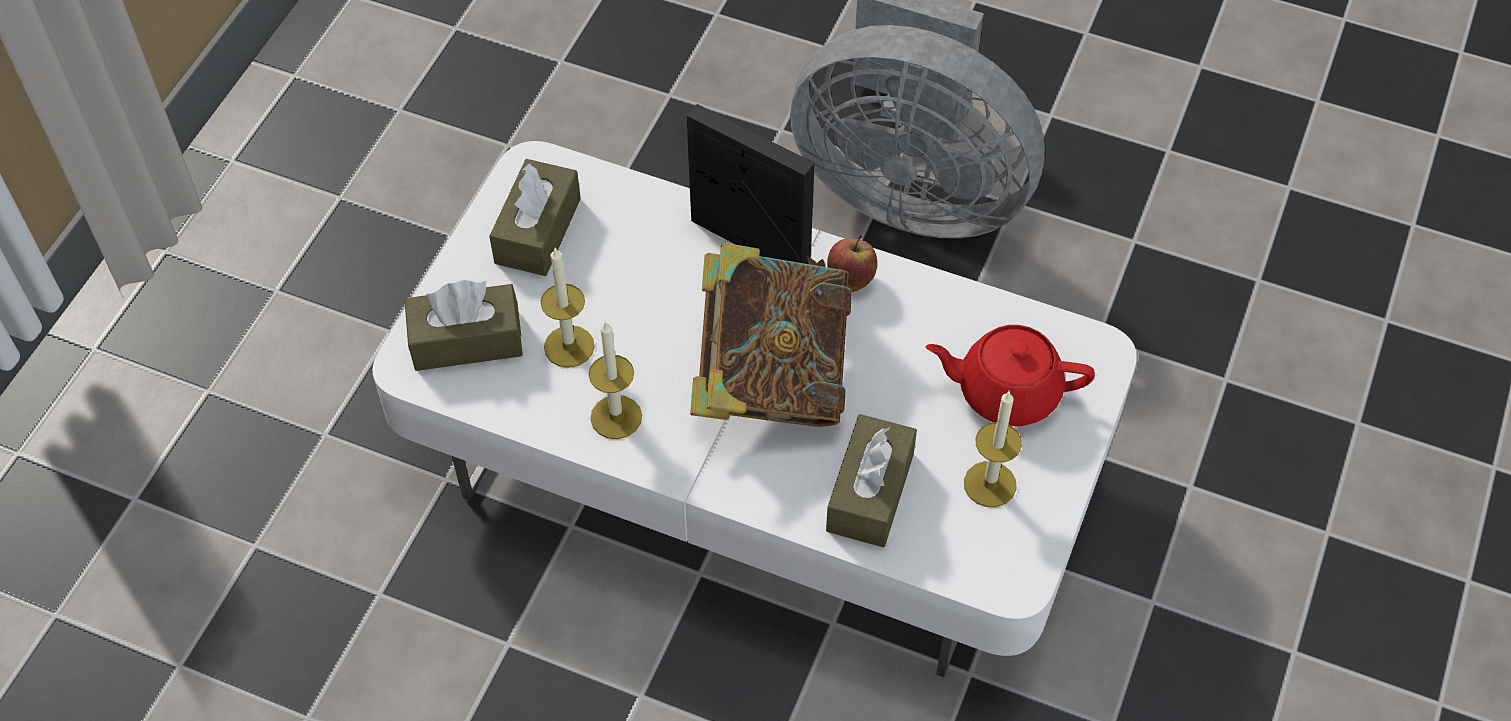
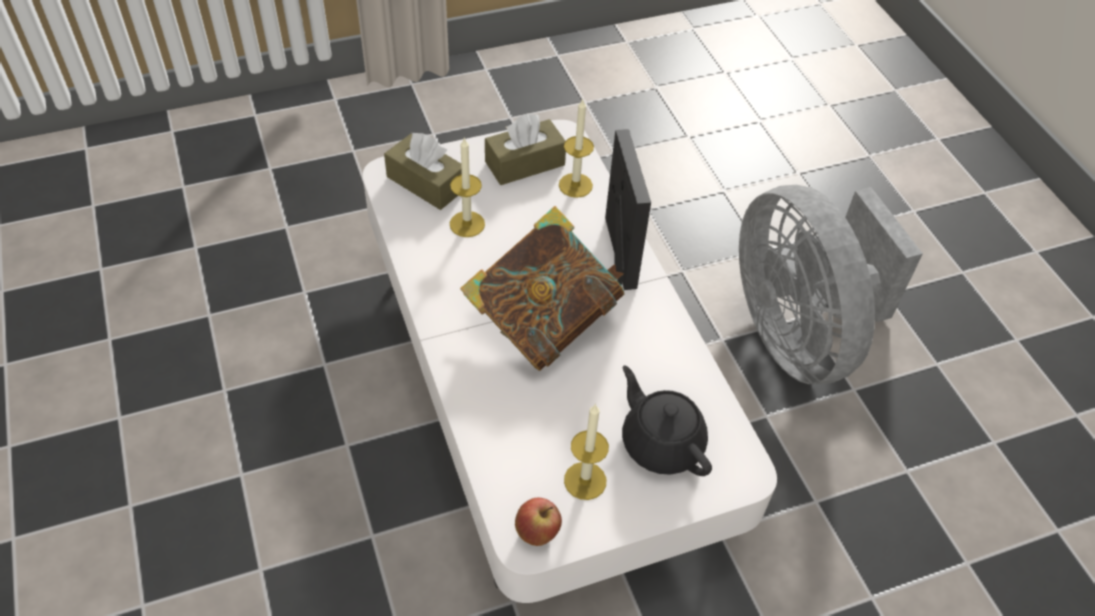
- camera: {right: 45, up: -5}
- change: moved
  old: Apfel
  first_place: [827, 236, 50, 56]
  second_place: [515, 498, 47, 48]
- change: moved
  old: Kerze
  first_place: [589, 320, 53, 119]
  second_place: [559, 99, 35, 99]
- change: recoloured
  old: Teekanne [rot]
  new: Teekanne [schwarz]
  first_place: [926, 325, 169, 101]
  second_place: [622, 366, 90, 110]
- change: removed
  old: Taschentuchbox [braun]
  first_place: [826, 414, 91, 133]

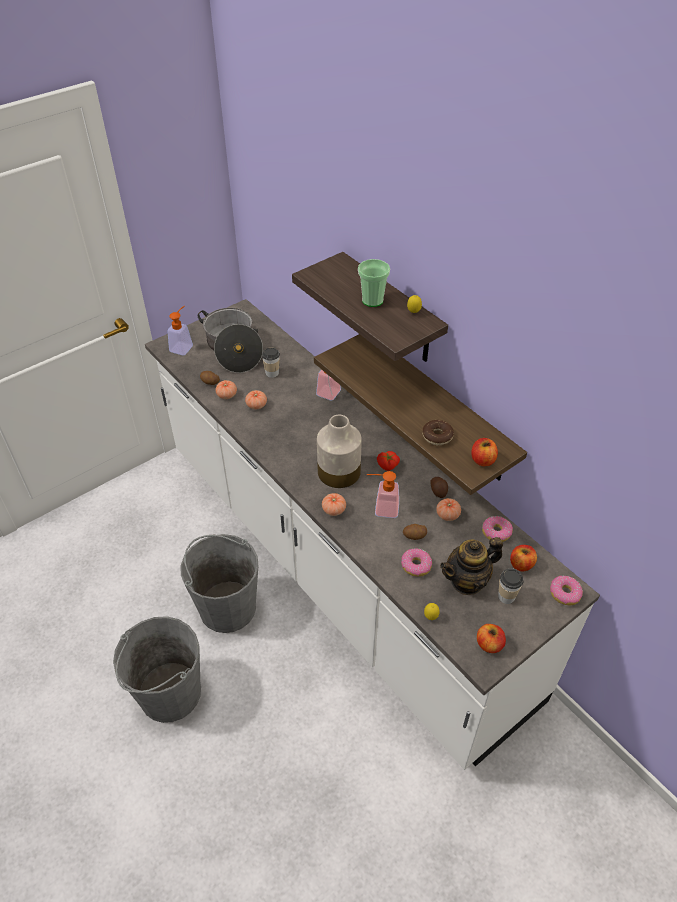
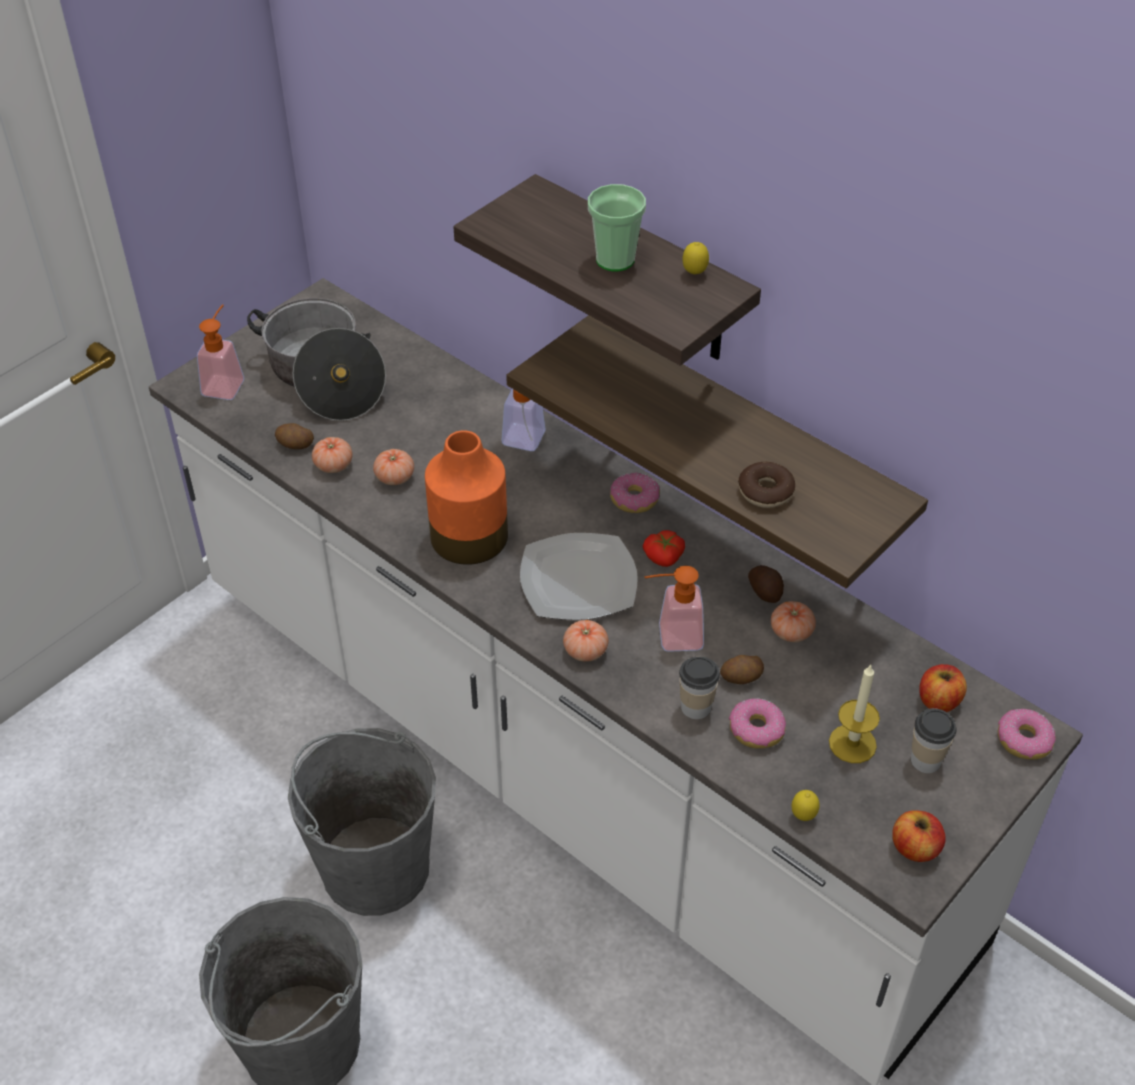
- camera: {right: -10, up: 0}
- change: moved
  old: Tasse
  first_place: [262, 347, 18, 31]
  second_place: [679, 657, 41, 62]
- change: replaced
  old: Vase [beige]
  new: Teller
  first_place: [317, 415, 45, 73]
  second_place: [520, 533, 118, 87]
- change: removed
  old: Apfel
  first_place: [471, 438, 27, 28]
- change: moved
  old: Donut
  first_place: [482, 516, 31, 26]
  second_place: [610, 473, 50, 40]
- change: replaced
  old: Teekanne
  new: Kerze
  first_place: [440, 537, 63, 58]
  second_place: [829, 665, 51, 98]
- change: added
  new: Vase [orange]
  second_place: [425, 430, 83, 135]

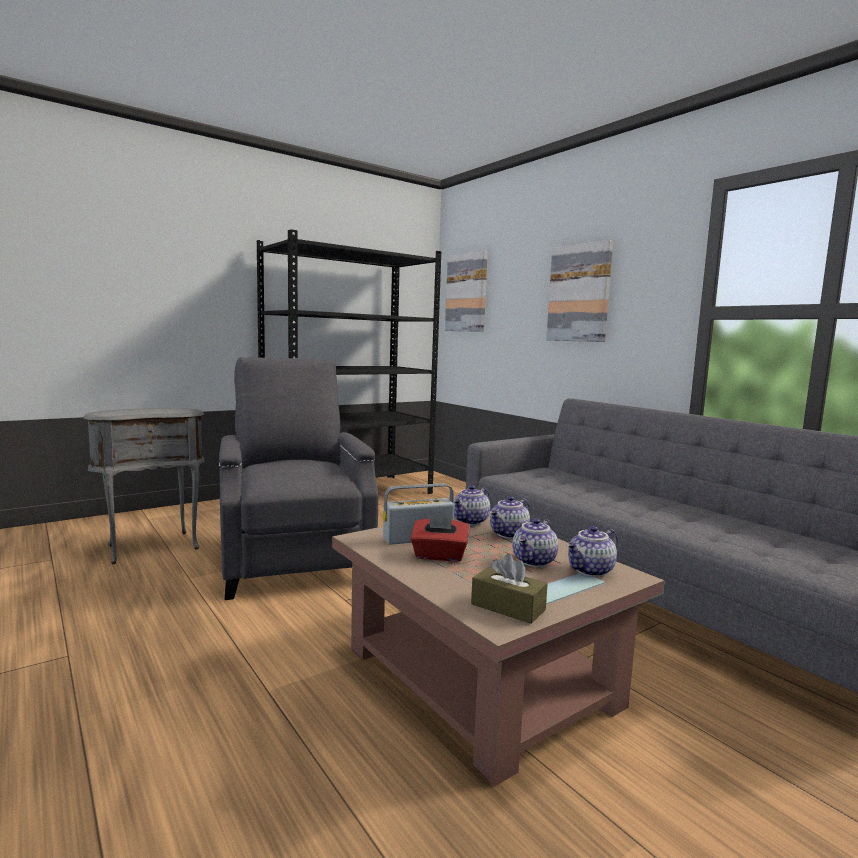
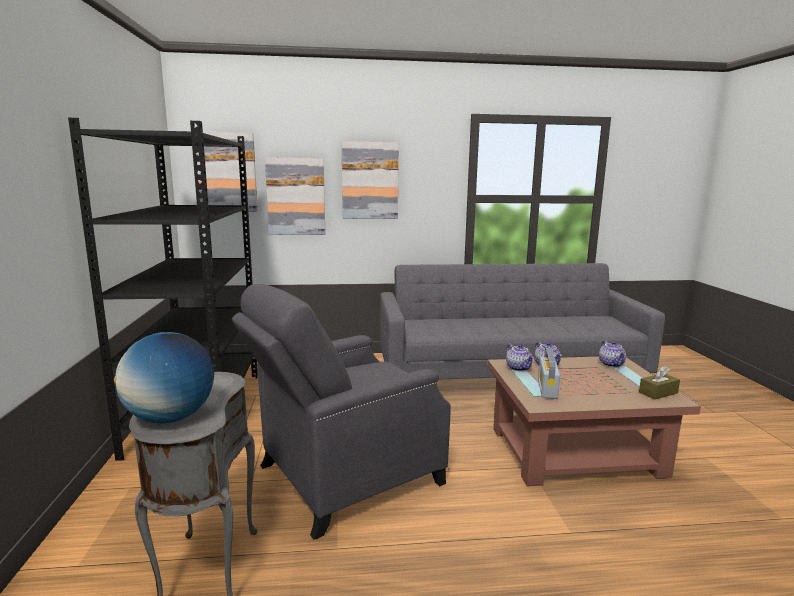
- camera: {right: -60, up: 5}
- change: turned
  old: Sessel [grau]
  first_place: [219, 357, 159, 243]
  second_place: [232, 284, 219, 256]
  degrees: -45
- change: removed
  old: Taschentuchbox [rot]
  first_place: [411, 514, 59, 48]
- change: removed
  old: Teekanne
  first_place: [512, 518, 46, 49]
- change: added
  new: Bild
  second_place: [265, 157, 60, 78]
- change: added
  new: Globus
  second_place: [114, 332, 100, 91]

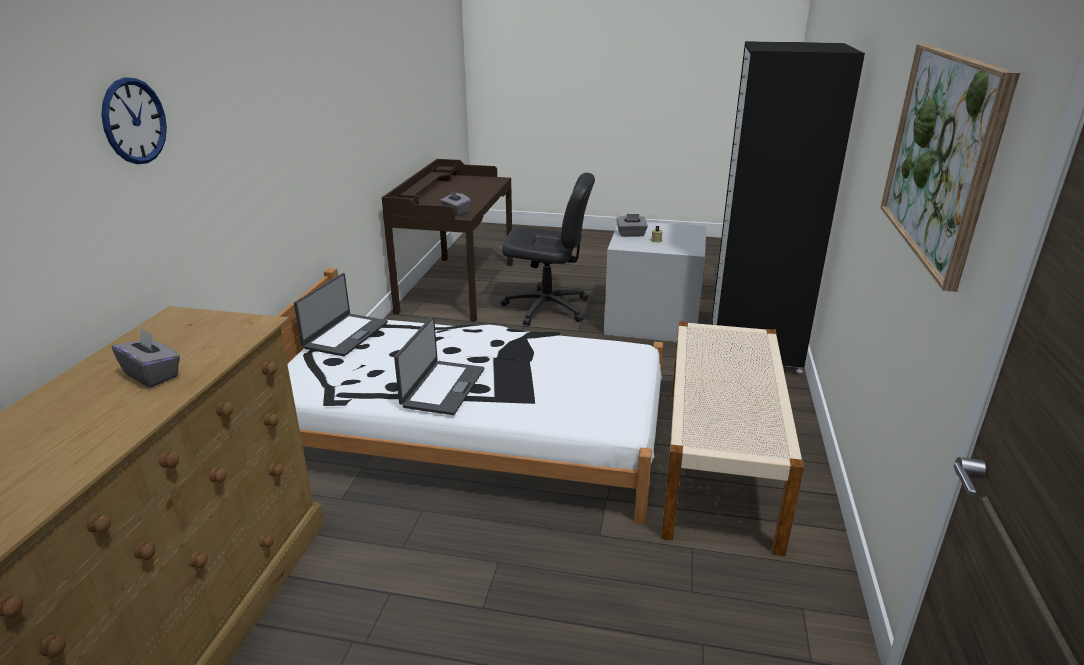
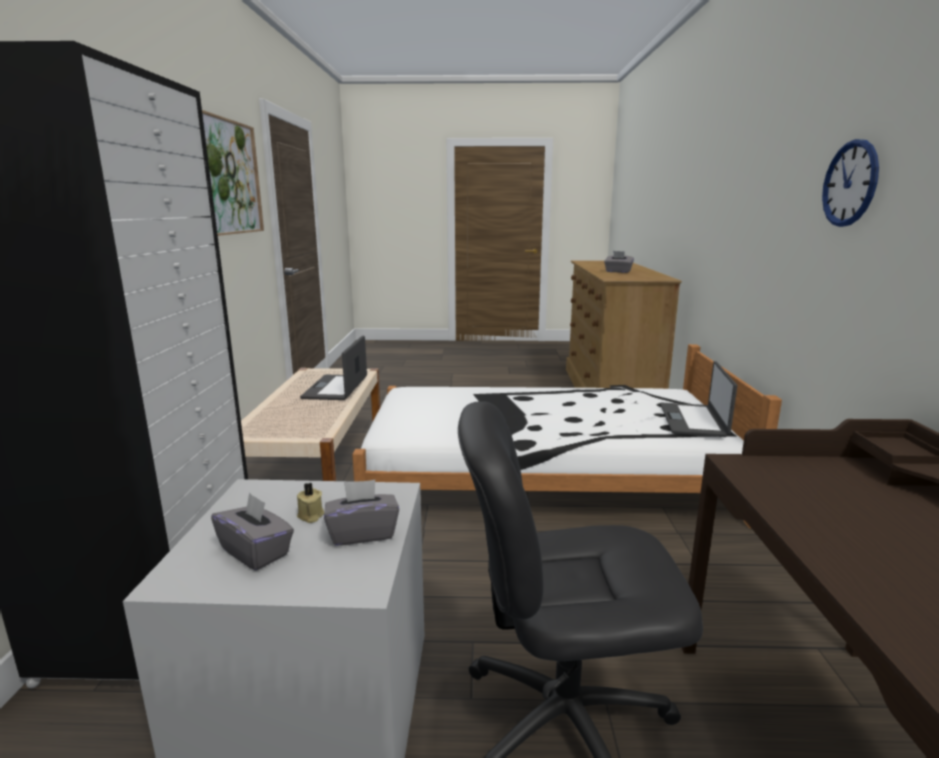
- camera: {right: 170, up: -10}
- change: moved
  old: Wanduhr
  first_place: [101, 77, 66, 87]
  second_place: [822, 139, 57, 88]
- change: moved
  old: Taschentuchbox [grau]
  first_place: [440, 190, 31, 26]
  second_place: [211, 492, 83, 79]
- change: moved
  old: Laptop
  first_place: [394, 316, 90, 99]
  second_place: [300, 336, 67, 64]

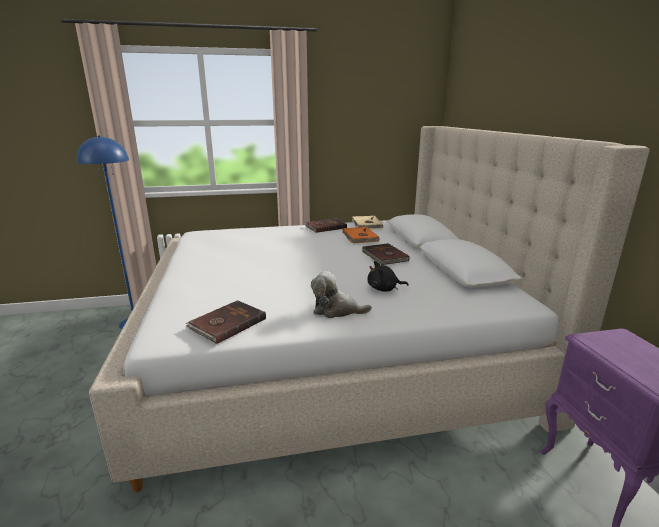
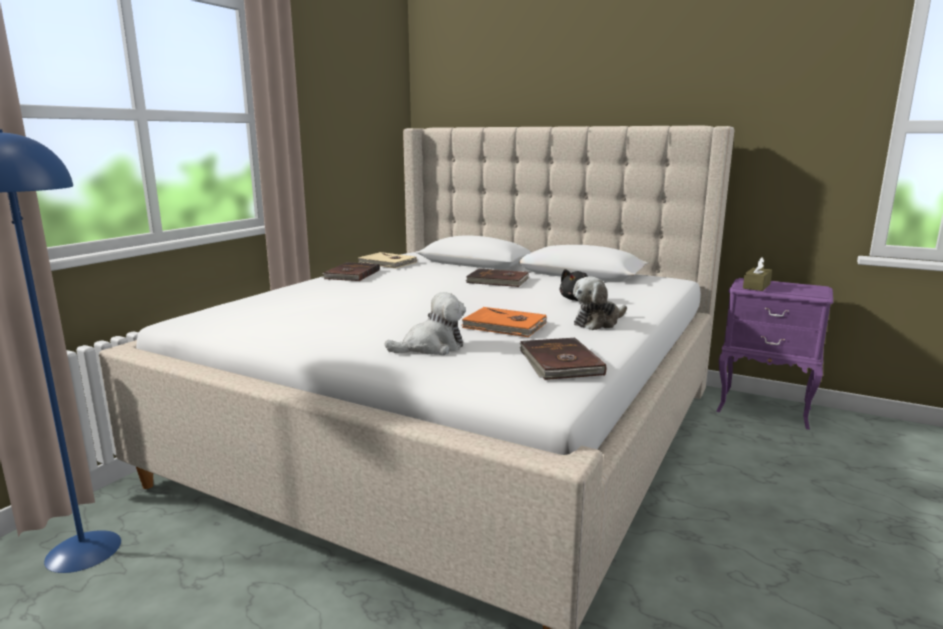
- camera: {right: -50, up: -5}
- change: moved
  old: Buch [orange]
  first_place: [342, 227, 37, 17]
  second_place: [461, 307, 86, 30]
- change: added
  new: Taschentuchbox [braun]
  second_place: [743, 257, 29, 34]
- change: added
  new: Plüschtier
  second_place: [385, 292, 81, 63]

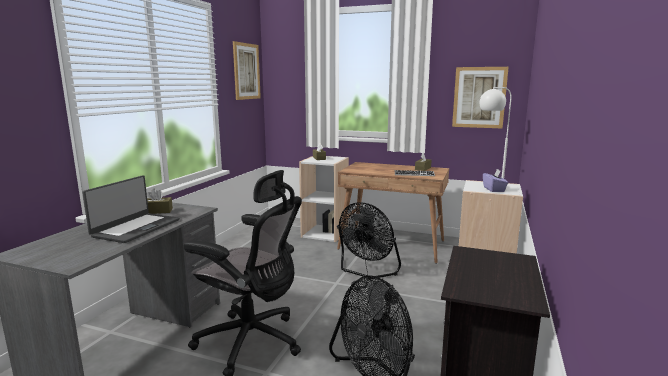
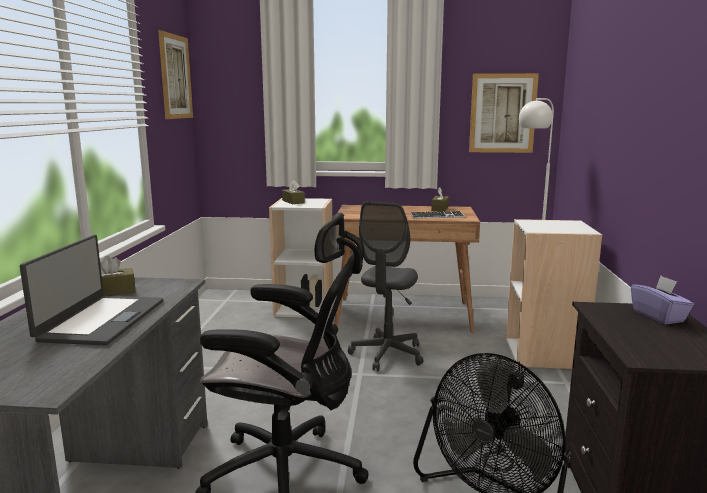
- camera: {right: -15, up: 0}
- change: moved
  old: Taschentuchbox [lila]
  first_place: [483, 169, 25, 23]
  second_place: [631, 276, 63, 48]
- change: replaced
  old: Ventilator [schwarz]
  new: Bürostuhl [grau]
  first_place: [337, 202, 64, 88]
  second_place: [348, 202, 75, 169]

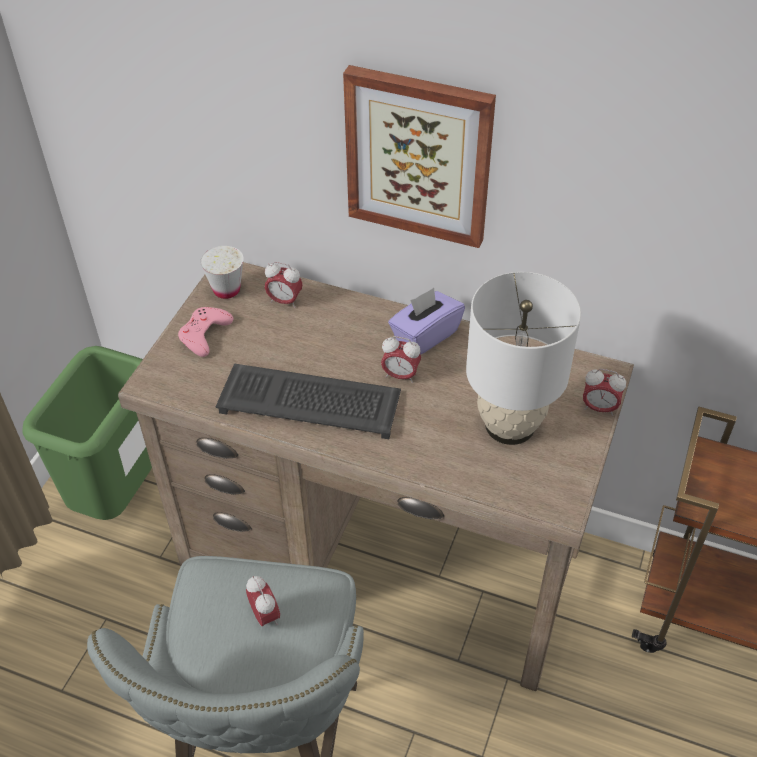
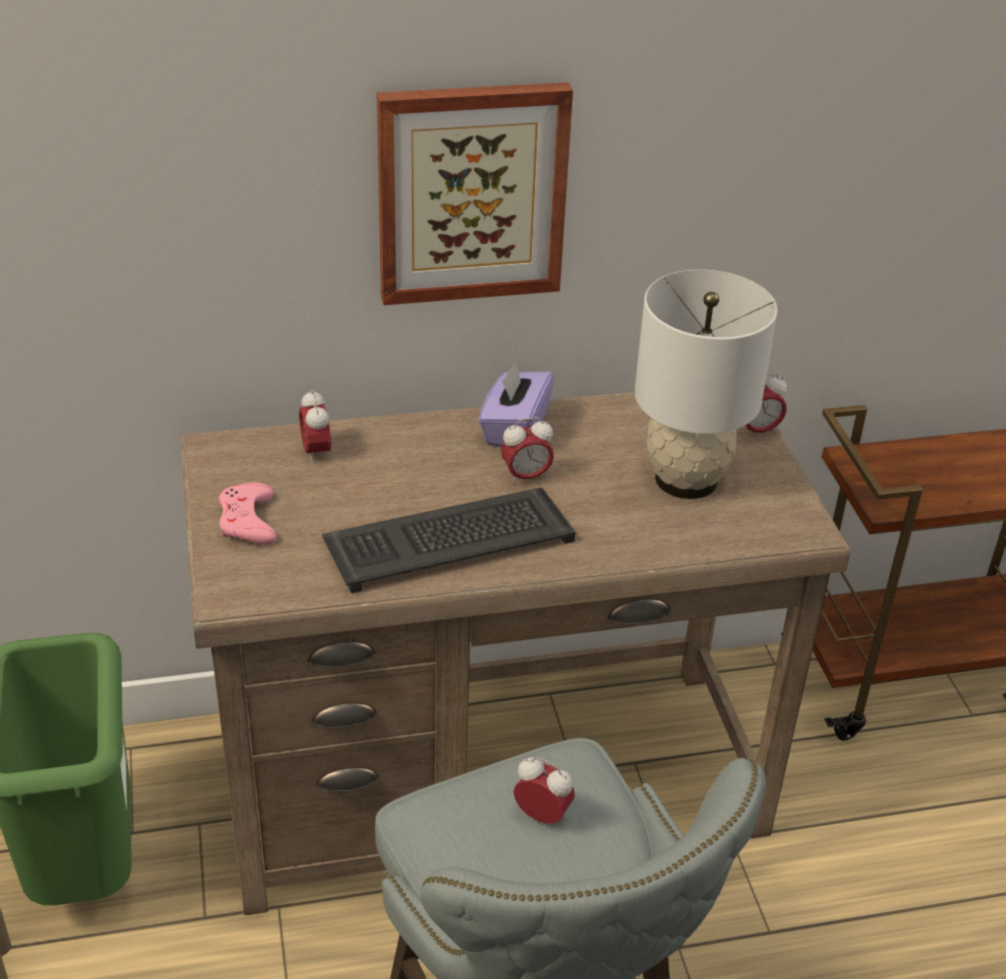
- camera: {right: -35, up: -10}
- change: removed
  old: Tasse [weiß]
  first_place: [200, 246, 44, 53]
- change: turned
  old: Wecker
  first_place: [265, 262, 38, 46]
  second_place: [299, 389, 32, 75]
  degrees: 90

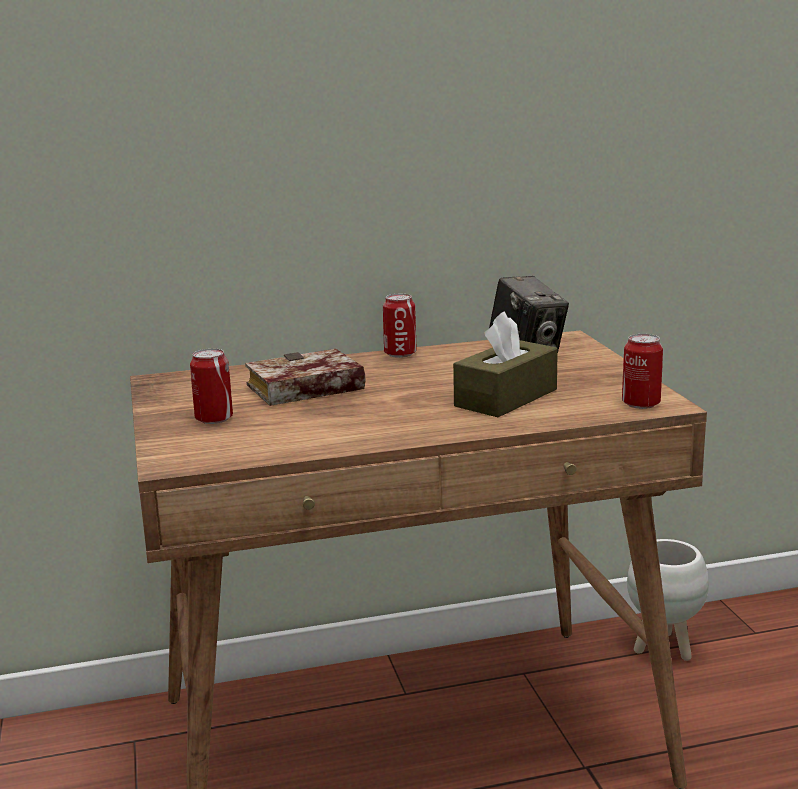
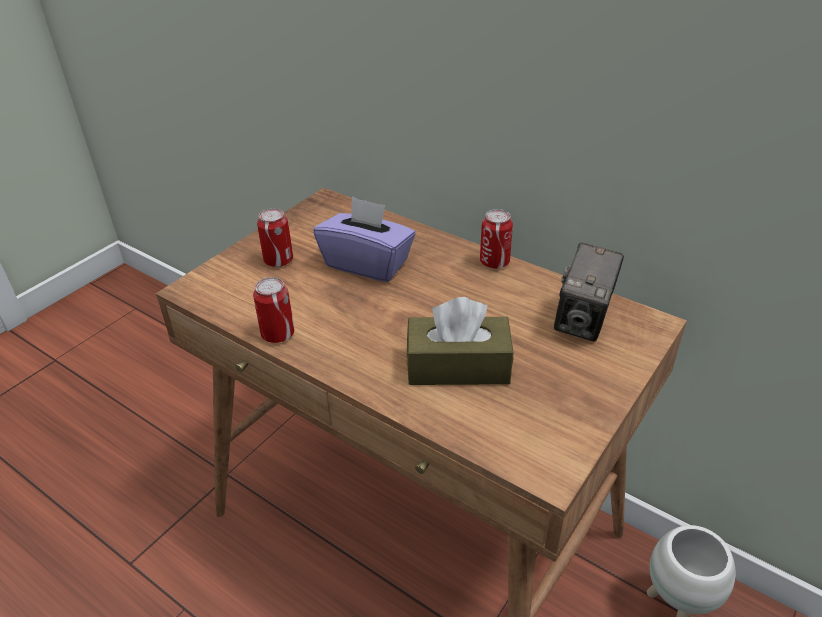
- camera: {right: 50, up: 20}
- change: moved
  old: Dose
  first_place: [622, 334, 41, 75]
  second_place: [253, 277, 42, 66]
- change: replaced
  old: Buch
  new: Taschentuchbox [lila]
  first_place: [245, 349, 121, 57]
  second_place: [314, 197, 102, 85]

